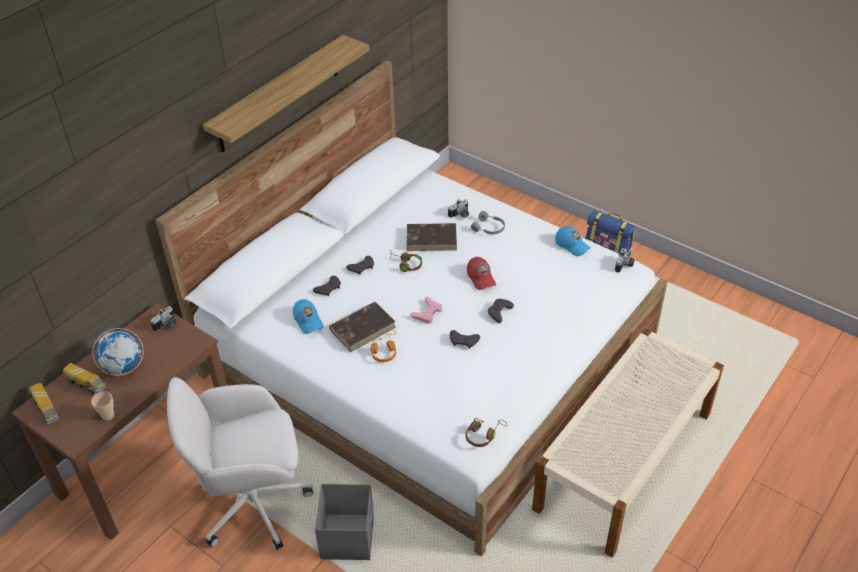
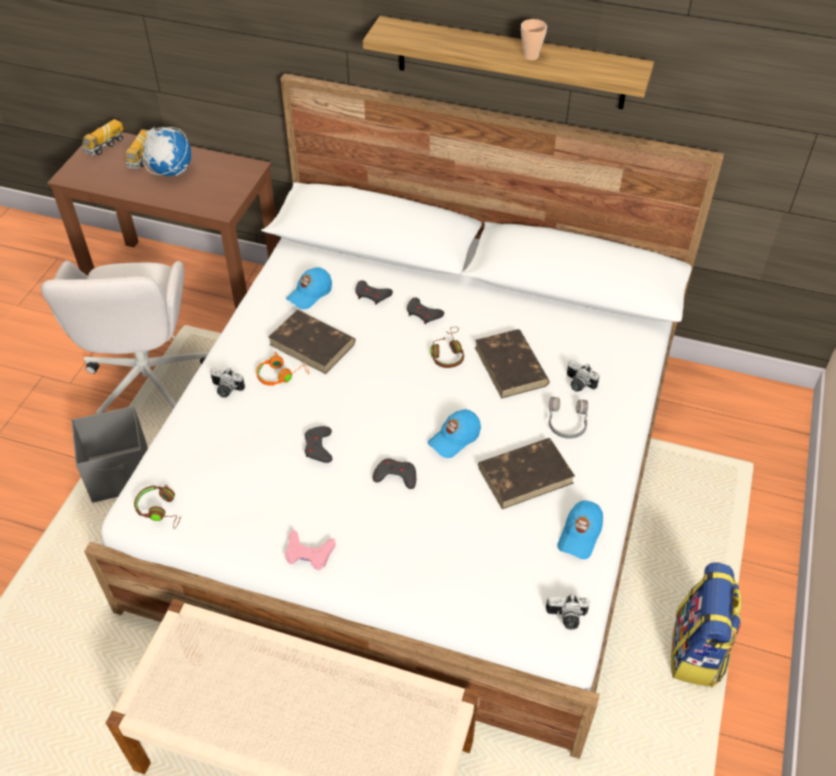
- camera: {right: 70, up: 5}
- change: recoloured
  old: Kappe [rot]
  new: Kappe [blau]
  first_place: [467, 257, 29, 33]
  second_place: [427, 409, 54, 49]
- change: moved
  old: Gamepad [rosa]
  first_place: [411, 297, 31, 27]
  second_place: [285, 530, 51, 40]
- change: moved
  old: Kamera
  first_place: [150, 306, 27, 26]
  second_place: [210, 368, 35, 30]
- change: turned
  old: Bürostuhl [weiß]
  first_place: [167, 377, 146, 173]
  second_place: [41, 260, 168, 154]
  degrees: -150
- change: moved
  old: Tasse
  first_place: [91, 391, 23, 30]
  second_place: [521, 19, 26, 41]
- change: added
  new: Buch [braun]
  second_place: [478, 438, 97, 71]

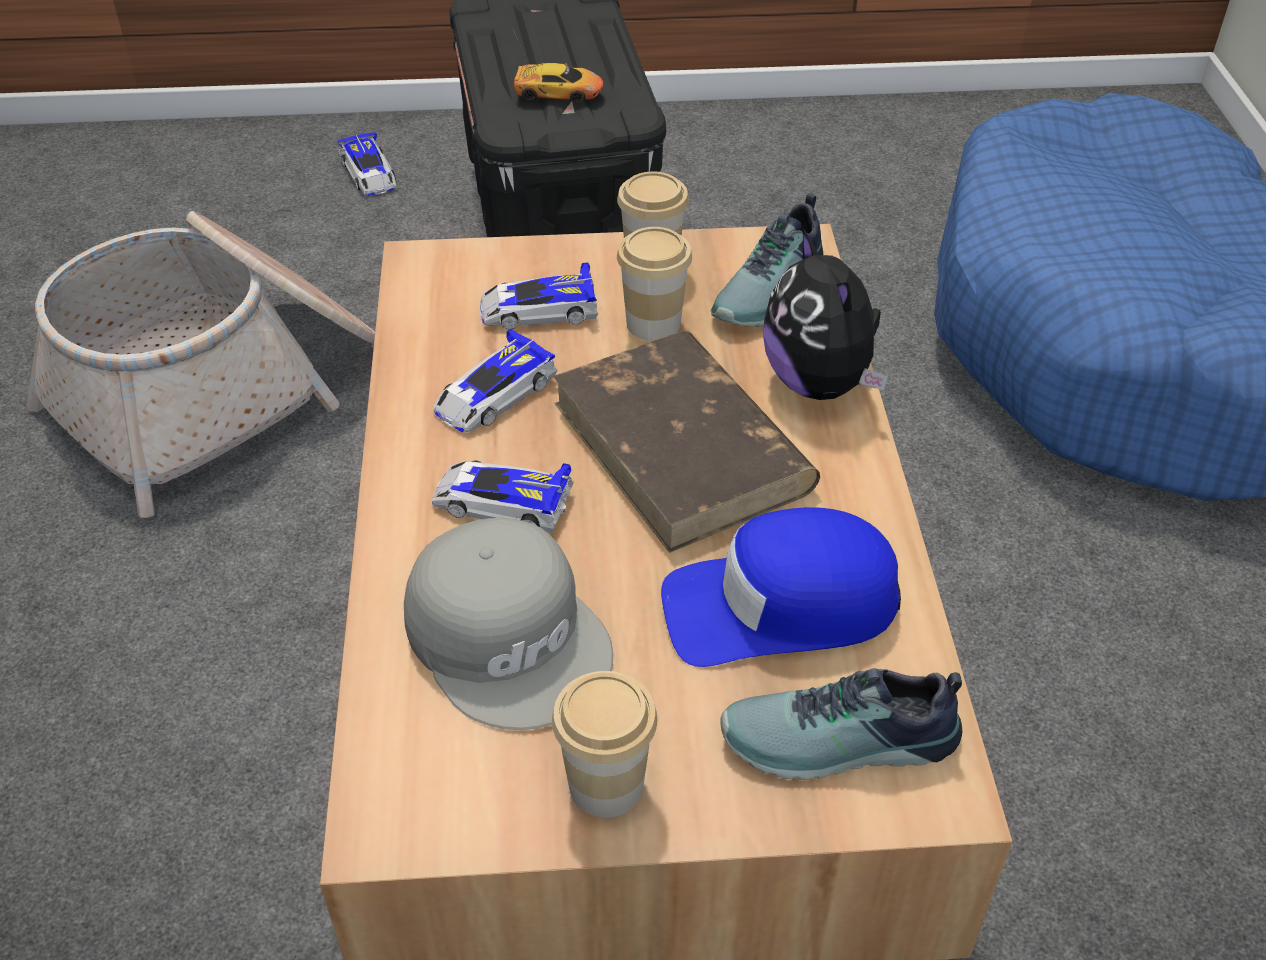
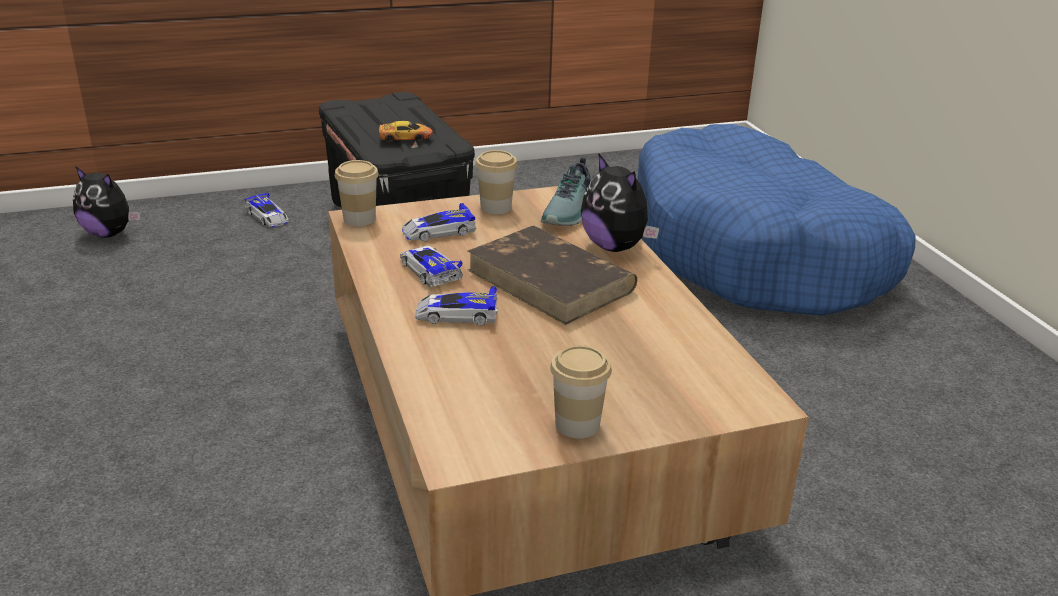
- camera: {right: -15, up: -15}
- change: removed
  old: Korb
  first_place: [26, 211, 349, 307]
- change: moved
  old: Tasse
  first_place: [617, 227, 75, 114]
  second_place: [335, 160, 44, 66]
- change: turned
  old: Spielzeugauto
  first_place: [433, 328, 125, 105]
  second_place: [400, 246, 63, 41]
  degrees: 120
- change: removed
  old: Kappe [blau]
  first_place: [661, 507, 240, 160]
- change: removed
  old: Kappe [grau]
  first_place: [404, 517, 209, 213]
- change: removed
  old: Schuh
  first_place: [721, 668, 241, 112]
- change: added
  new: Plüschtier
  second_place: [73, 166, 67, 72]

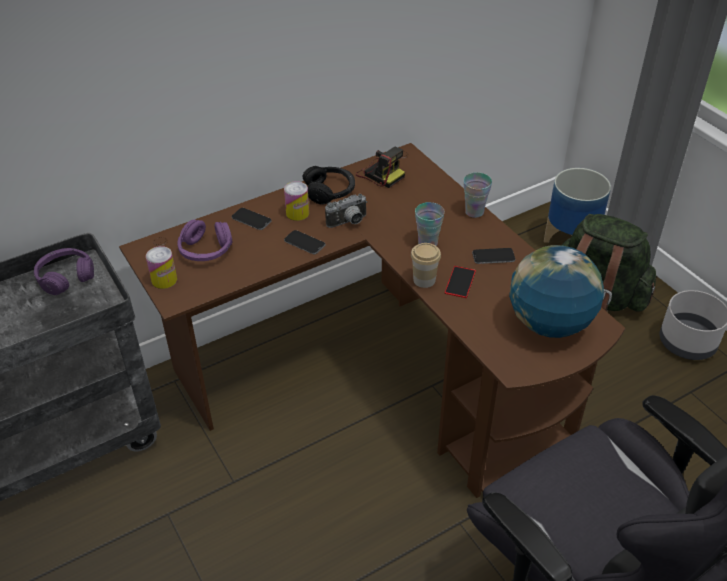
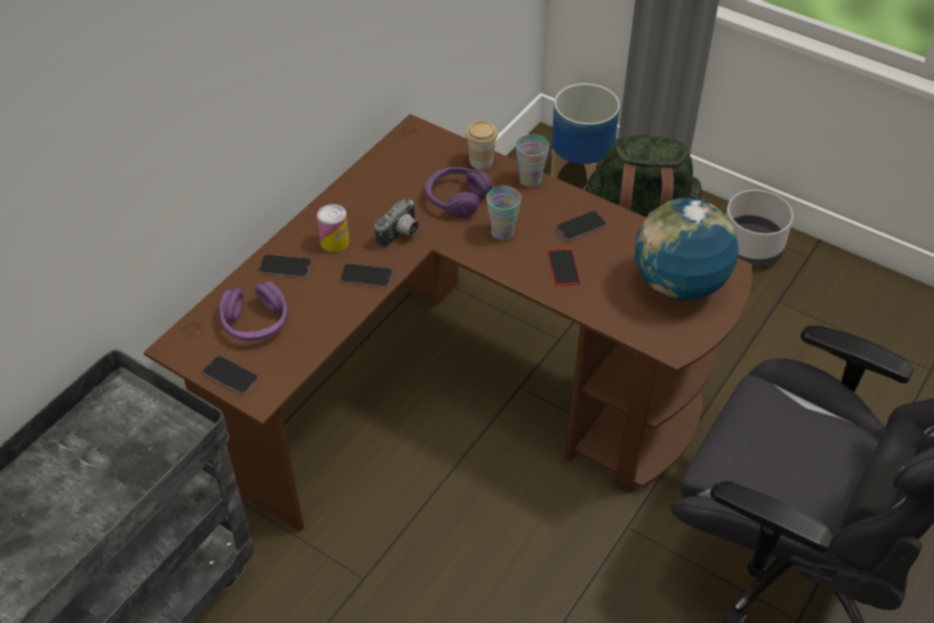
- camera: {right: -25, up: 5}
- change: removed
  old: Kamera
  first_place: [356, 147, 49, 41]
- change: removed
  old: Kopfhörer [schwarz]
  first_place: [302, 166, 53, 39]
- change: moved
  old: Tasse
  first_place: [411, 243, 30, 45]
  second_place: [466, 121, 32, 49]
- change: replaced
  old: Dose
  new: Handy
  first_place: [146, 246, 31, 43]
  second_place: [203, 356, 55, 38]
- change: moved
  old: Kopfhörer [lila]
  first_place: [34, 248, 60, 47]
  second_place: [425, 167, 67, 51]

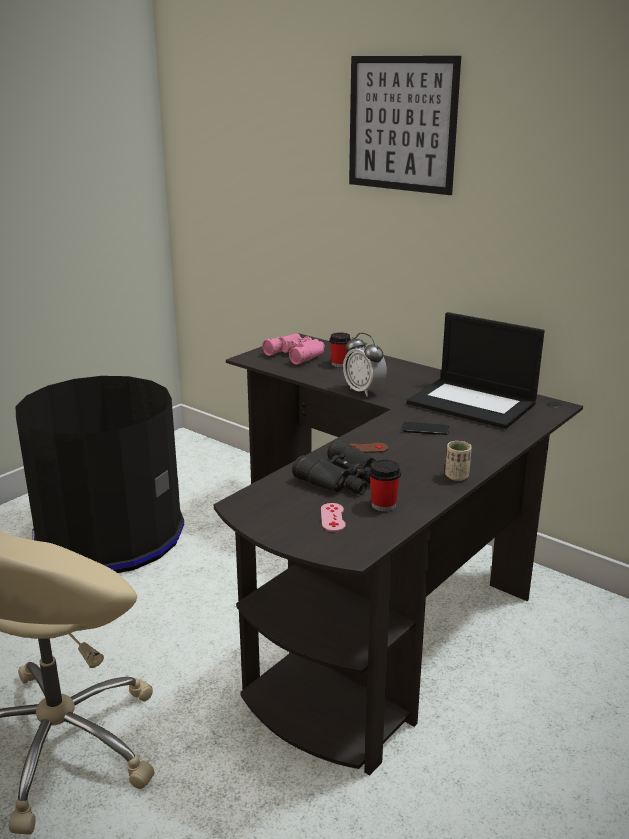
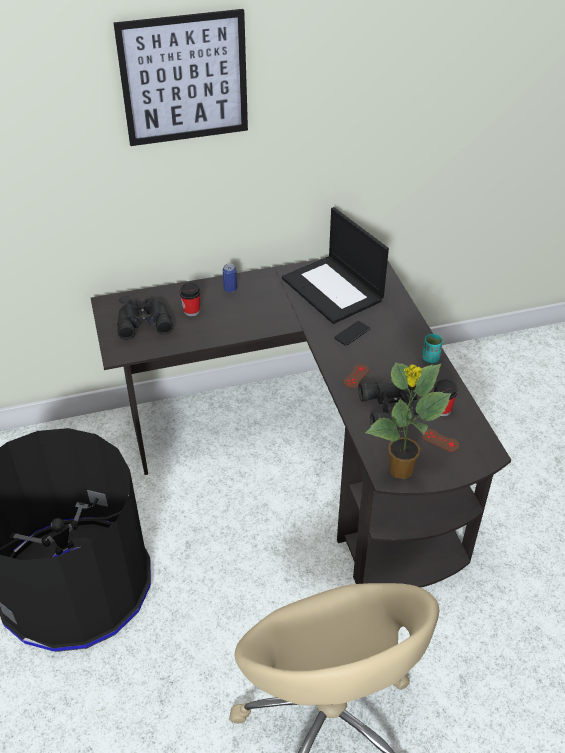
- camera: {right: -55, up: 20}
- change: turned
  old: Laptop
  first_place: [407, 312, 138, 117]
  second_place: [282, 207, 107, 117]
  degrees: 75
- change: recoloured
  old: Fernglas [rosa]
  new: Fernglas [schwarz]
  first_place: [262, 333, 63, 32]
  second_place: [117, 298, 56, 42]
- change: removed
  old: Wecker
  first_place: [343, 333, 44, 64]
- change: recoloured
  old: Tasse [beige]
  new: Tasse [türkis]
  first_place: [445, 441, 27, 40]
  second_place: [422, 334, 21, 29]
- change: recoloured
  old: Gamepad [rosa]
  new: Gamepad [braun]
  first_place: [321, 503, 25, 29]
  second_place: [422, 429, 37, 23]
- change: added
  new: Dose
  second_place: [223, 263, 14, 30]
- change: added
  new: Topfpflanze
  second_place: [365, 362, 86, 117]

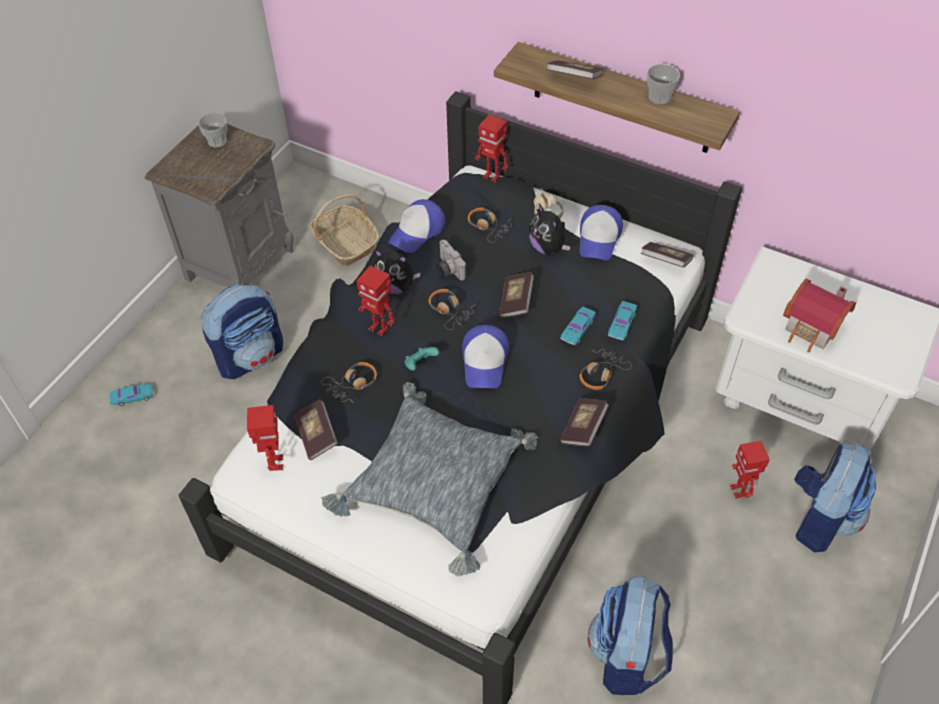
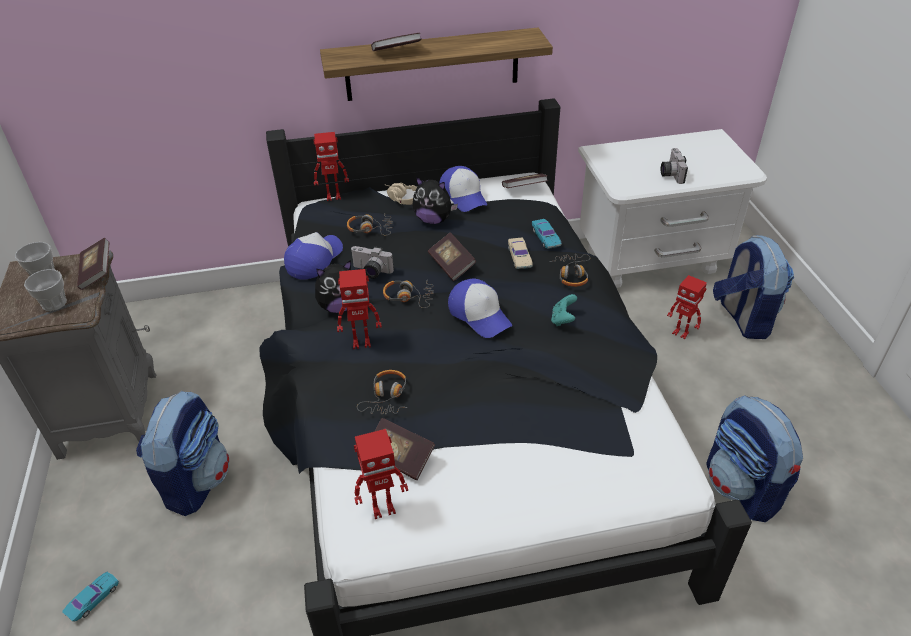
- camera: {right: -40, up: -10}
- change: moved
  old: Tasse
  first_place: [647, 64, 33, 40]
  second_place: [24, 269, 43, 42]
- change: removed
  old: Korb
  first_place: [310, 194, 69, 72]
- change: turned
  old: Kappe
  first_place: [389, 199, 56, 54]
  second_place: [284, 232, 59, 48]
  degrees: -150
- change: replaced
  old: Spielzeughaus
  new: Kamera
  first_place: [783, 279, 73, 74]
  second_place: [661, 148, 27, 36]
- change: recoloured
  old: Spielzeugauto [türkis]
  new: Spielzeugauto [beige]
  first_place: [560, 307, 36, 38]
  second_place: [508, 237, 25, 32]
- change: moved
  old: Gamepad [türkis]
  first_place: [404, 347, 35, 24]
  second_place: [551, 294, 26, 32]
- change: removed
  old: Kissen
  first_place: [320, 382, 218, 195]
- change: moved
  old: Buch
  first_place: [560, 398, 49, 48]
  second_place: [77, 238, 32, 52]
- change: turned
  old: Spielzeugroboter
  first_place: [247, 405, 36, 66]
  second_place: [354, 429, 54, 90]
  degrees: 120

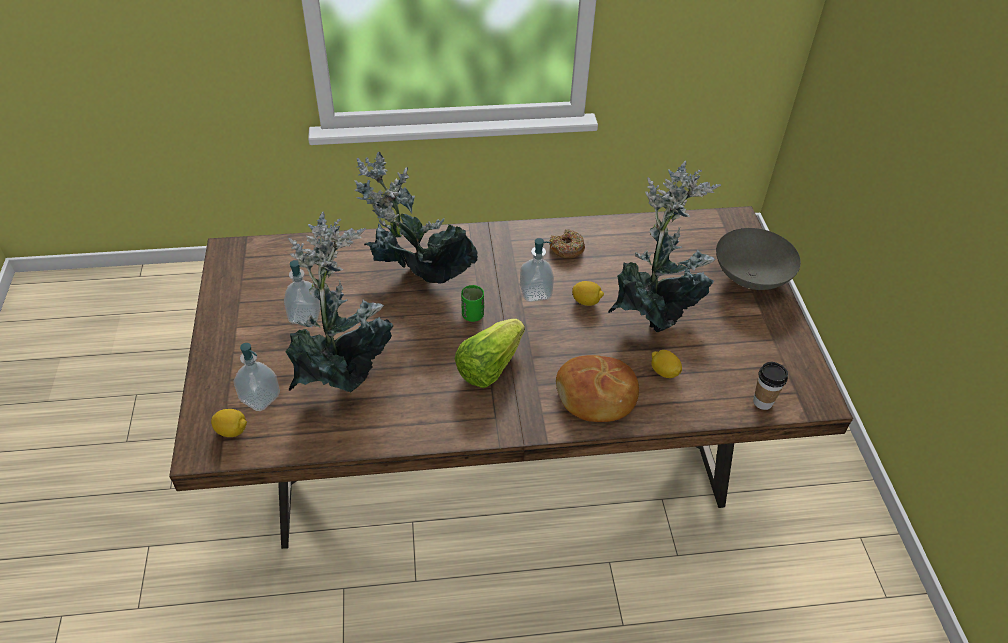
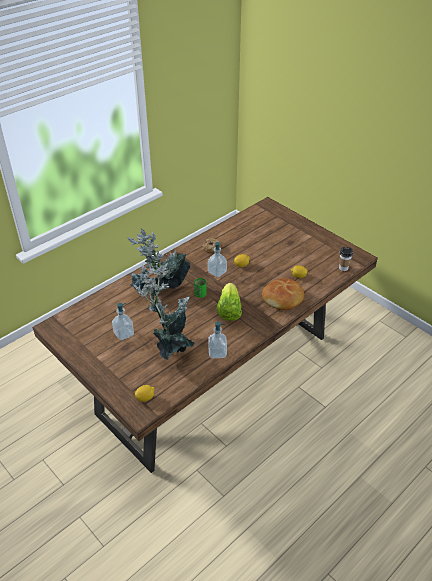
- camera: {right: -35, up: -5}
- change: removed
  old: Topfpflanze
  first_place: [608, 161, 113, 172]
- change: removed
  old: Schüssel [grau]
  first_place: [716, 228, 85, 62]
- change: moved
  old: Seifenspender
  first_place: [233, 343, 47, 68]
  second_place: [208, 321, 19, 37]

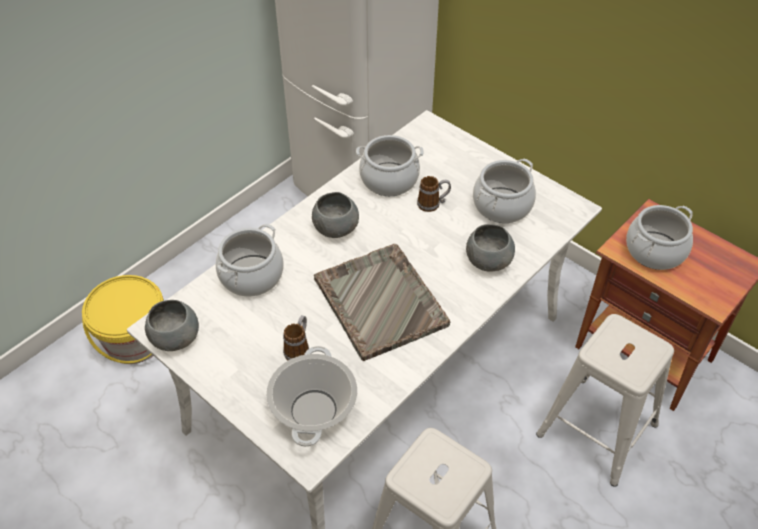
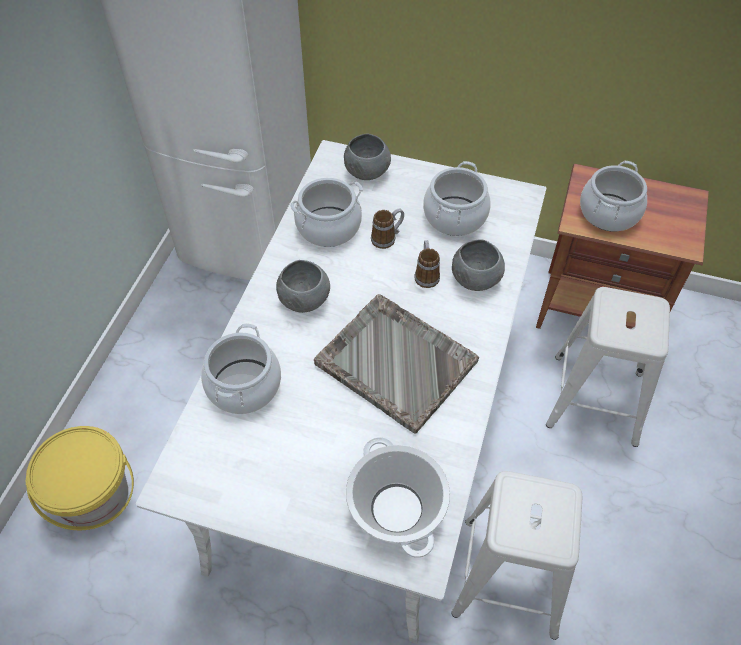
- camera: {right: -25, up: 5}
- change: moved
  old: Schüssel [grau]
  first_place: [145, 300, 54, 51]
  second_place: [344, 134, 47, 46]
- change: moved
  old: Henkelbecher
  first_place: [283, 315, 26, 45]
  second_place: [415, 240, 25, 48]

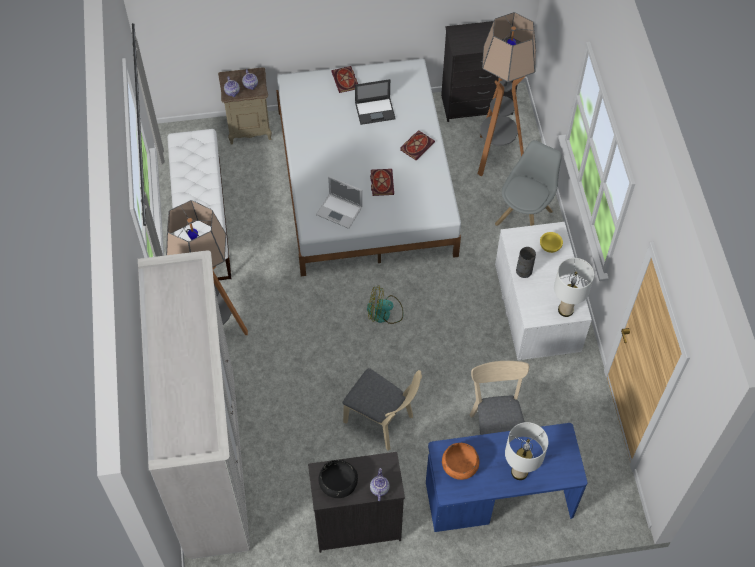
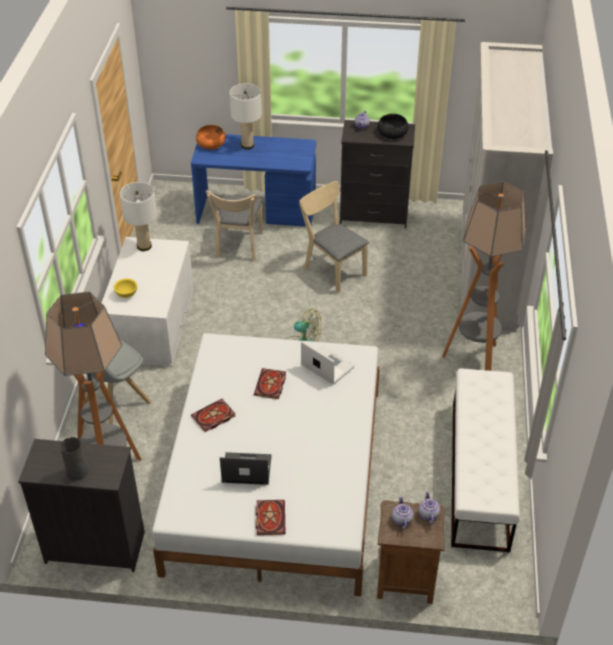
- camera: {right: -165, up: -15}
- change: moved
  old: Vase [grau]
  first_place: [516, 247, 20, 31]
  second_place: [60, 437, 28, 44]
- change: moved
  old: Schüssel [orange]
  first_place: [442, 443, 38, 37]
  second_place: [196, 125, 30, 25]

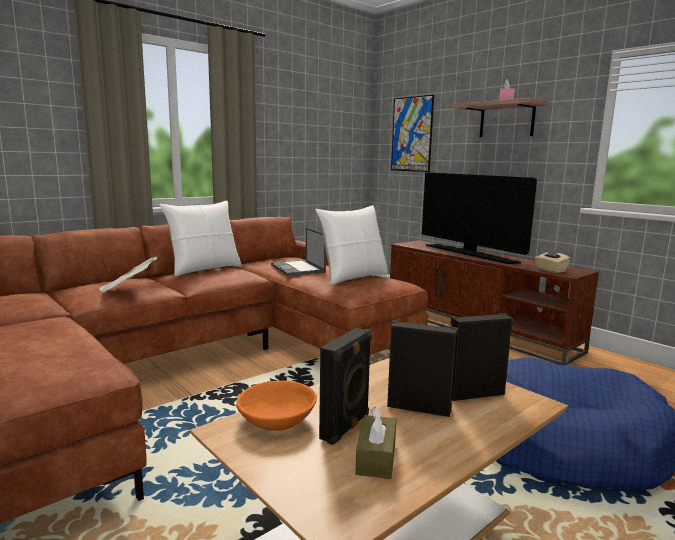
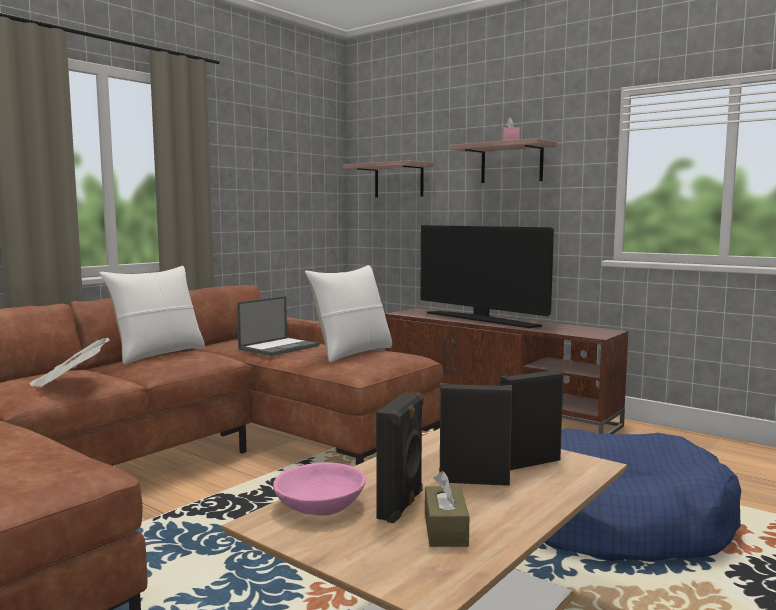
- camera: {right: -10, up: -5}
- change: replaced
  old: Bild
  new: Wandregal
  first_place: [391, 95, 43, 77]
  second_place: [343, 160, 91, 38]
- change: turned
  old: Laptop
  first_place: [271, 227, 55, 49]
  second_place: [237, 296, 82, 60]
  degrees: -105
- change: removed
  old: Taschentuchbox [beige]
  first_place: [535, 247, 36, 26]
- change: recoloured
  old: Schüssel [orange]
  new: Schüssel [rosa]
  first_place: [236, 381, 81, 50]
  second_place: [273, 462, 93, 54]

